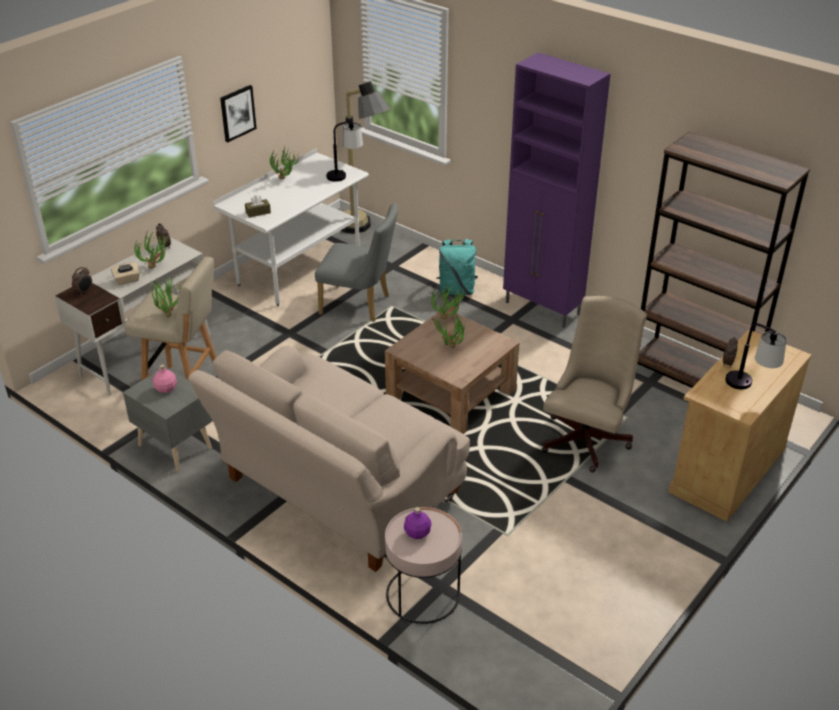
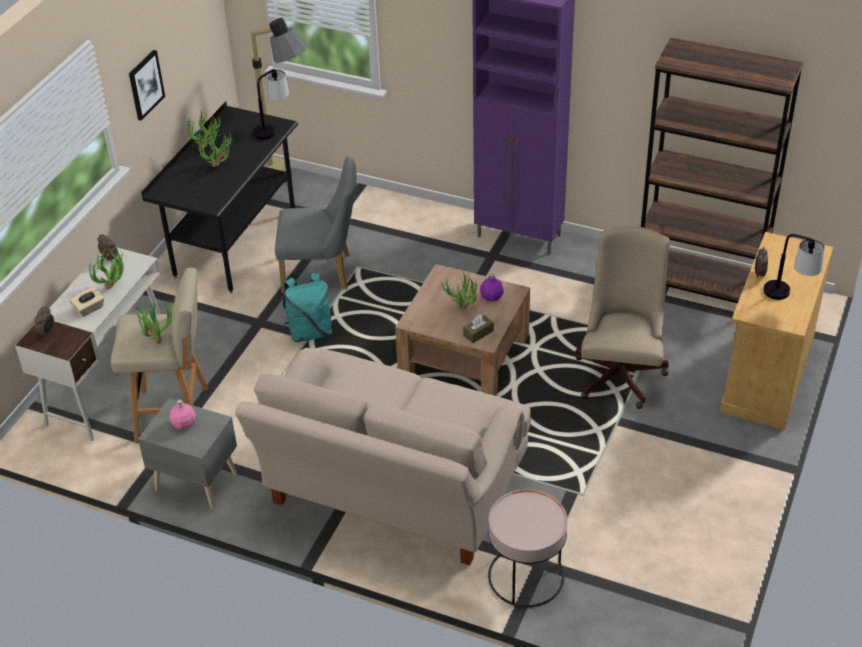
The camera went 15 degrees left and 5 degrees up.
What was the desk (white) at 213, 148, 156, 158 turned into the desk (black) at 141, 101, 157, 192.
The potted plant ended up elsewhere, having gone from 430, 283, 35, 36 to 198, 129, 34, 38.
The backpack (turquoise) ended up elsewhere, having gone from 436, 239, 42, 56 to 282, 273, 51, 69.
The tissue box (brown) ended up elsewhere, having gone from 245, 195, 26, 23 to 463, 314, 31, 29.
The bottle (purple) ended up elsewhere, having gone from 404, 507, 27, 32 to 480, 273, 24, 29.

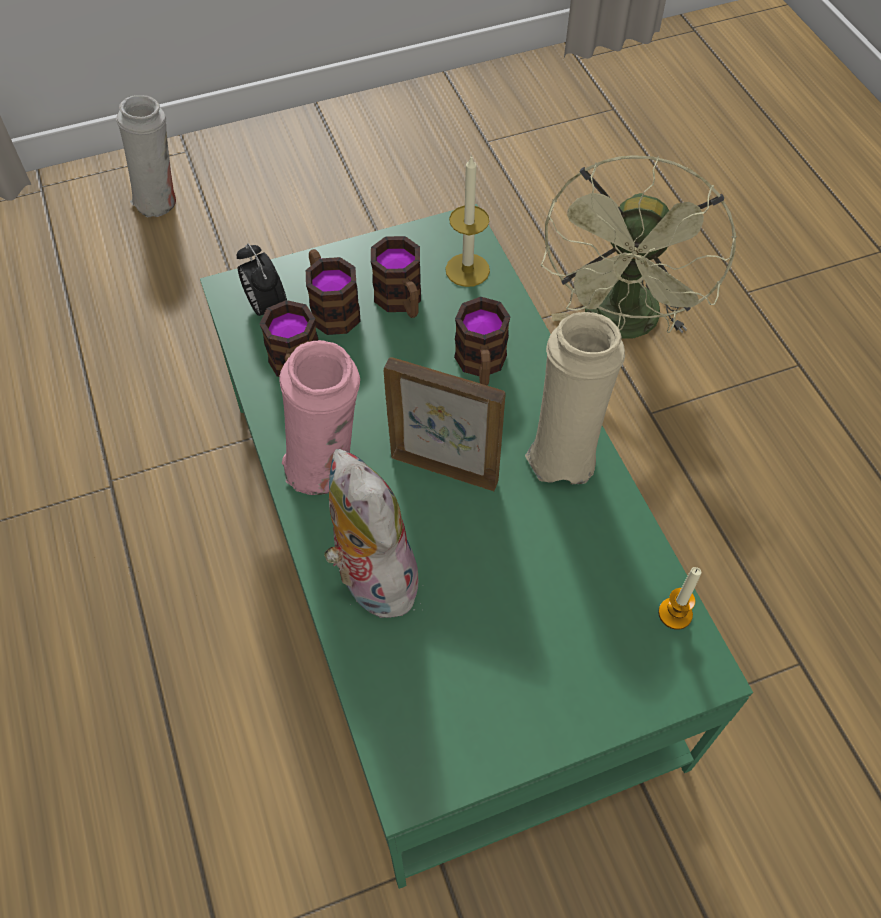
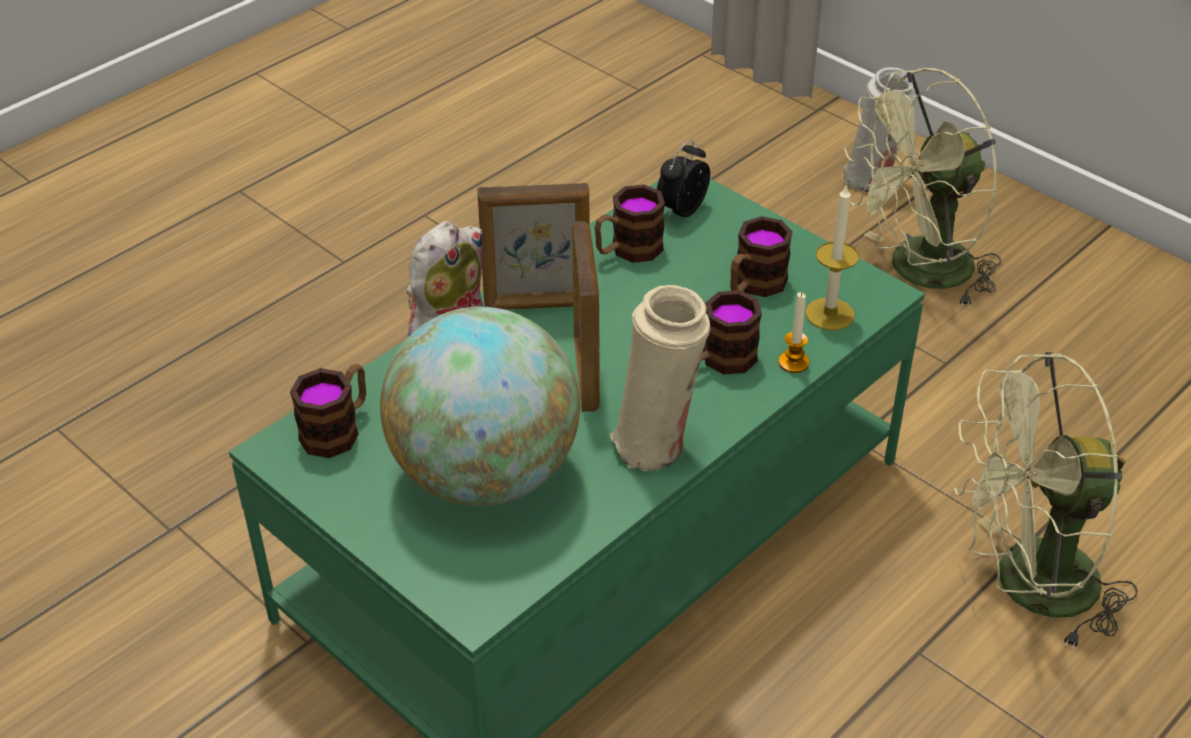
The camera went 65 degrees right and 15 degrees down.
The mug ended up elsewhere, having gone from 306, 249, 55, 86 to 290, 364, 76, 94.
The second view gained the globe at 380, 307, 200, 199.
Where the vase (pink) stood at 279, 340, 81, 155, the picture frame came to stand at 477, 183, 113, 127.
The candle ended up elsewhere, having gone from 658, 567, 43, 63 to 778, 292, 31, 81.
The second view gained the fan (green) at 844, 68, 157, 240.

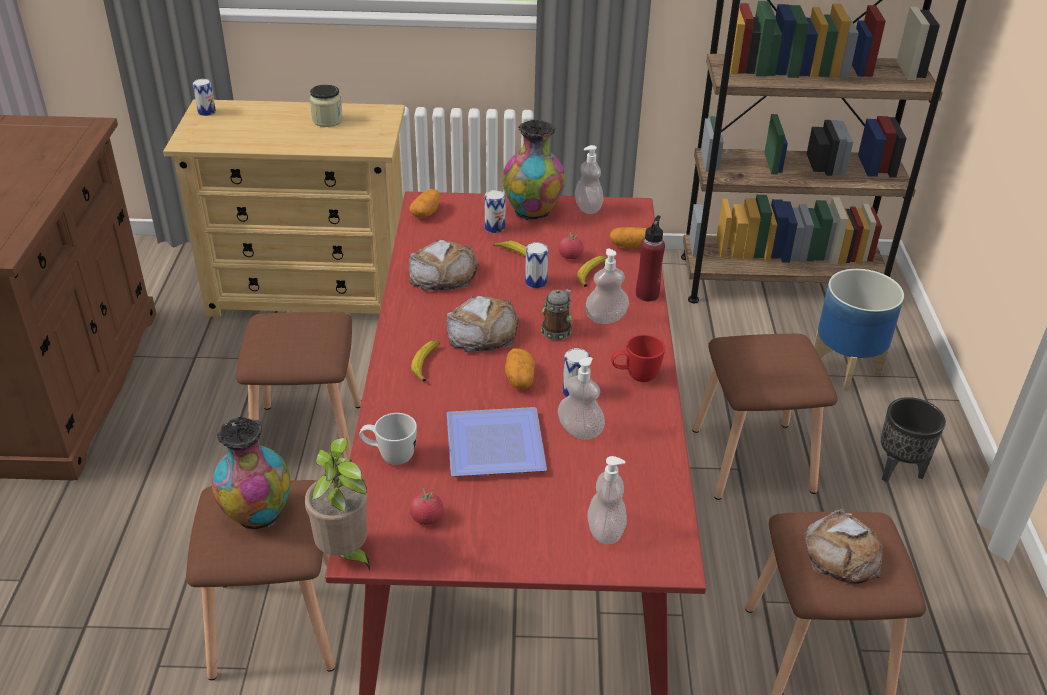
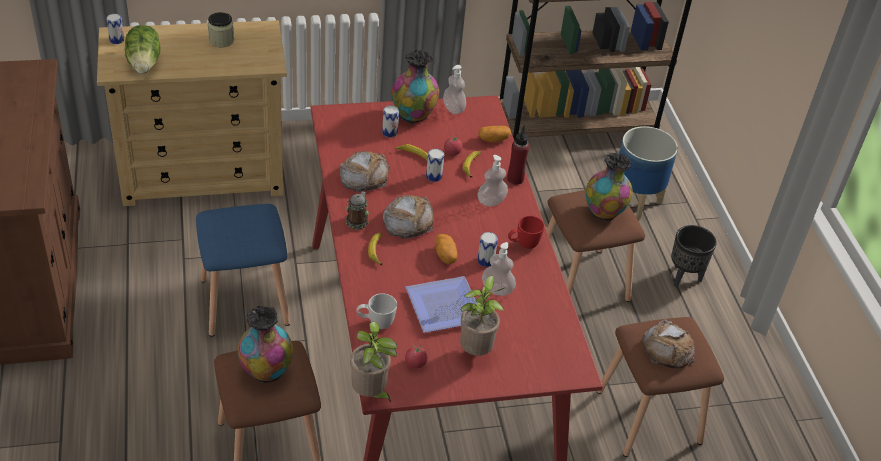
The camera went 15 degrees left and 5 degrees up.
The second view gained the lettuce at 125, 25, 35, 49.
What was the stool (brown) at 236, 312, 125, 147 turned into the stool (blue) at 196, 204, 94, 133.
The mug ended up elsewhere, having gone from 541, 289, 31, 51 to 346, 191, 23, 39.
The second view gained the potted plant at 460, 275, 44, 81.
The second view gained the vase at 586, 153, 47, 68.
The second view lost the potato at 409, 189, 31, 29.
The second view lost the soap dispenser at 587, 456, 40, 88.

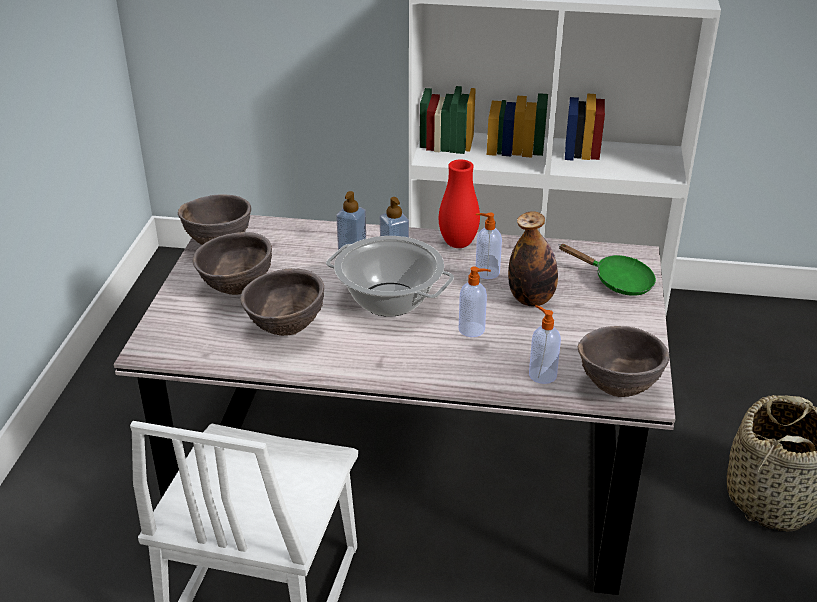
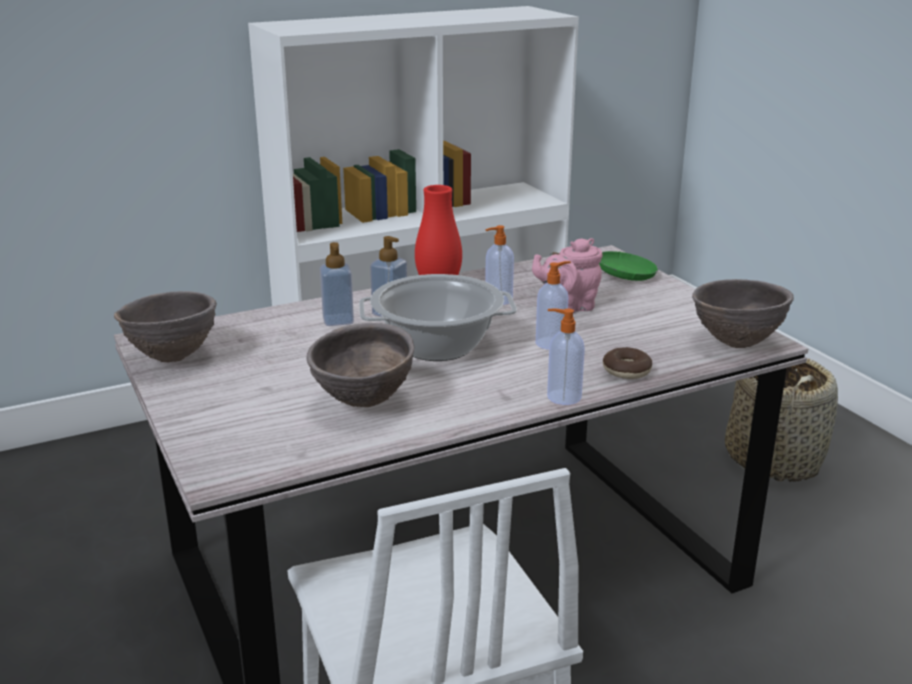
The camera went 35 degrees left and 10 degrees down.
Where the bottle stood at 508, 211, 50, 95, the teapot (pink) came to stand at 532, 238, 71, 75.
The soap dispenser ended up elsewhere, having gone from 529, 305, 32, 79 to 547, 308, 38, 97.
The second view gained the donut at 603, 347, 49, 32.
The second view lost the bowl (brown) at 193, 232, 79, 63.

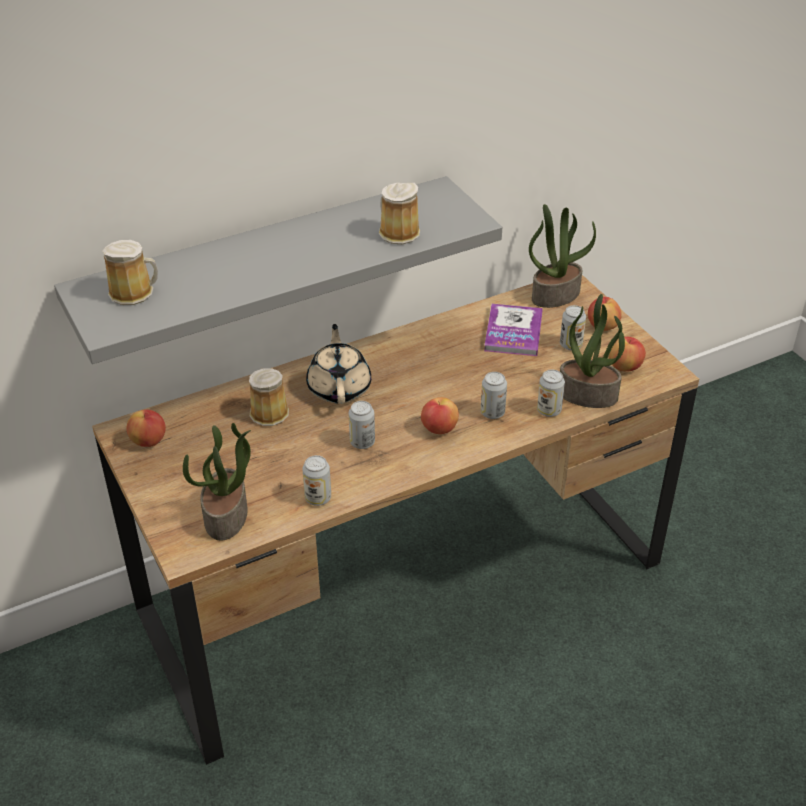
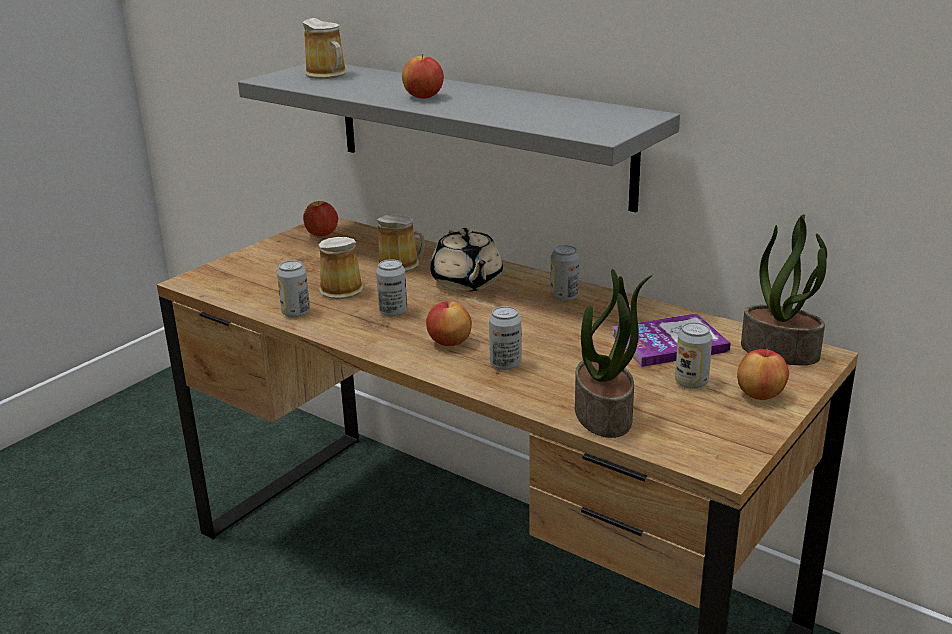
The camera went 65 degrees right and 15 degrees down.
The mug ended up elsewhere, having gone from 379, 183, 41, 61 to 319, 237, 45, 62.
The apple ended up elsewhere, having gone from 609, 337, 37, 35 to 402, 55, 42, 44.
The teapot (beige) at 306, 324, 65, 80 ended up facing another way, 105 degrees clockwise from before.
The can ended up elsewhere, having gone from 537, 369, 28, 48 to 551, 245, 28, 56.
The second view lost the potted plant at 183, 423, 68, 118.

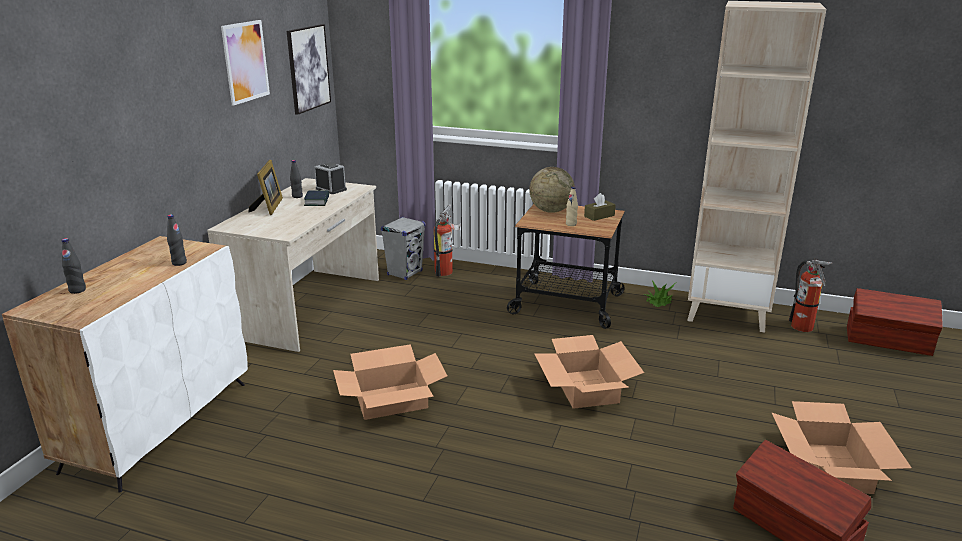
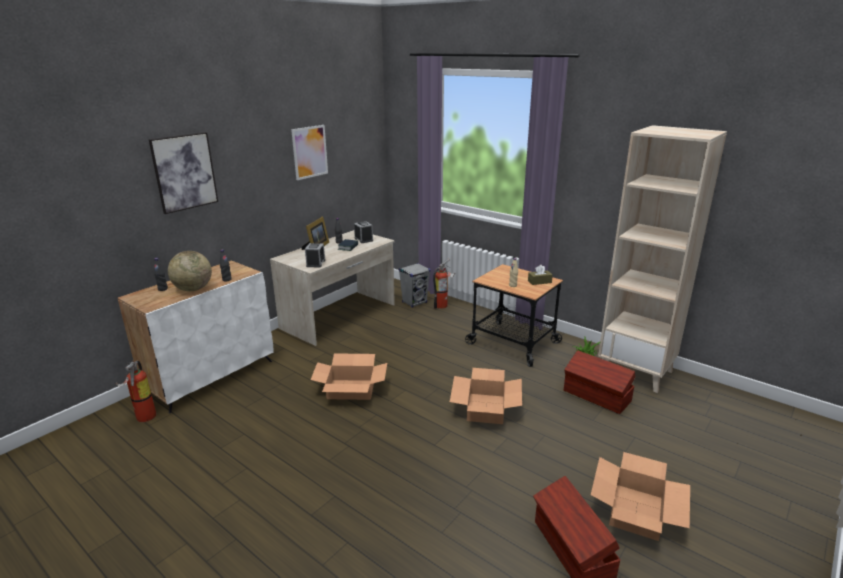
The camera went 20 degrees right and 0 degrees up.
The fire extinguisher ended up elsewhere, having gone from 789, 260, 43, 72 to 116, 361, 40, 61.
The picture ended up elsewhere, having gone from 287, 24, 44, 91 to 149, 132, 69, 82.
The globe ended up elsewhere, having gone from 529, 167, 46, 46 to 168, 251, 44, 40.
The second view gained the alarm clock at 305, 243, 20, 24.
The storage box (brown) ended up elsewhere, having gone from 847, 288, 96, 68 to 564, 350, 71, 64.

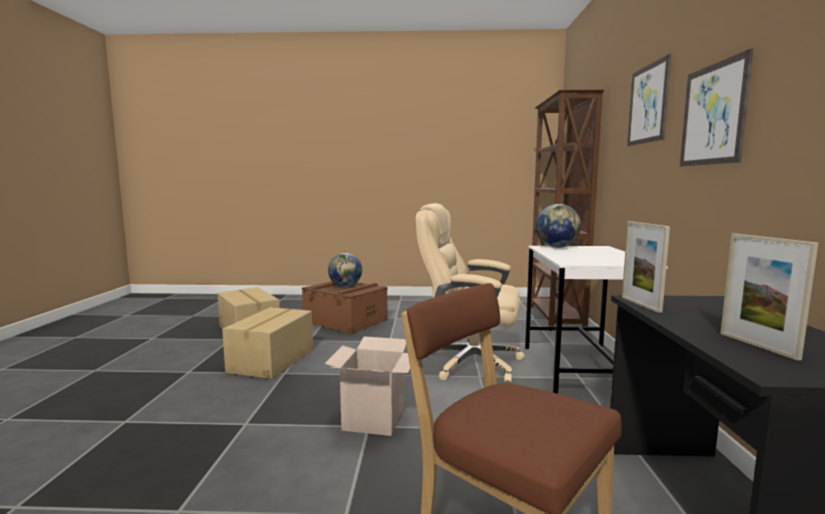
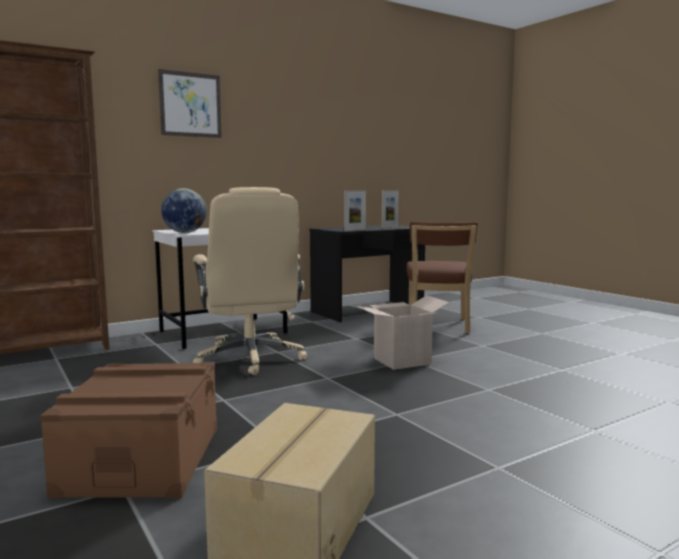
The camera went 125 degrees left and 0 degrees up.
The second view lost the cardboard box at 222, 307, 91, 72.
The second view lost the globe at 328, 253, 34, 34.
The second view lost the picture at 680, 49, 73, 117.

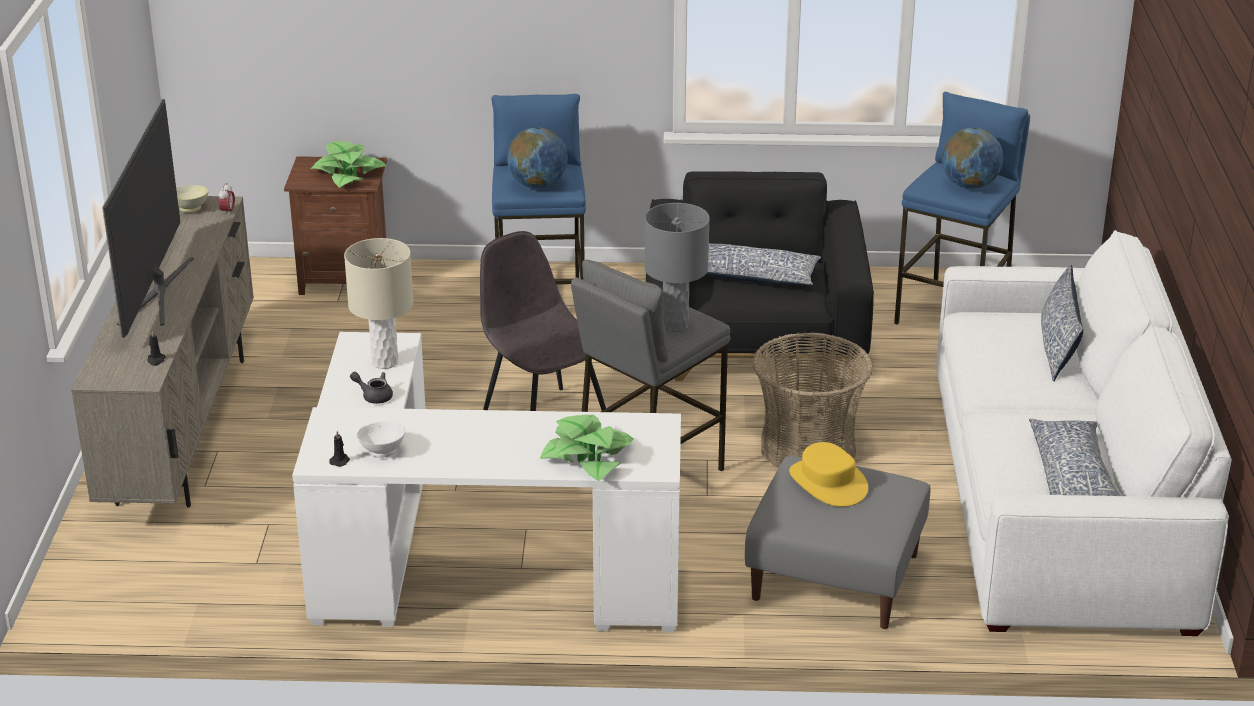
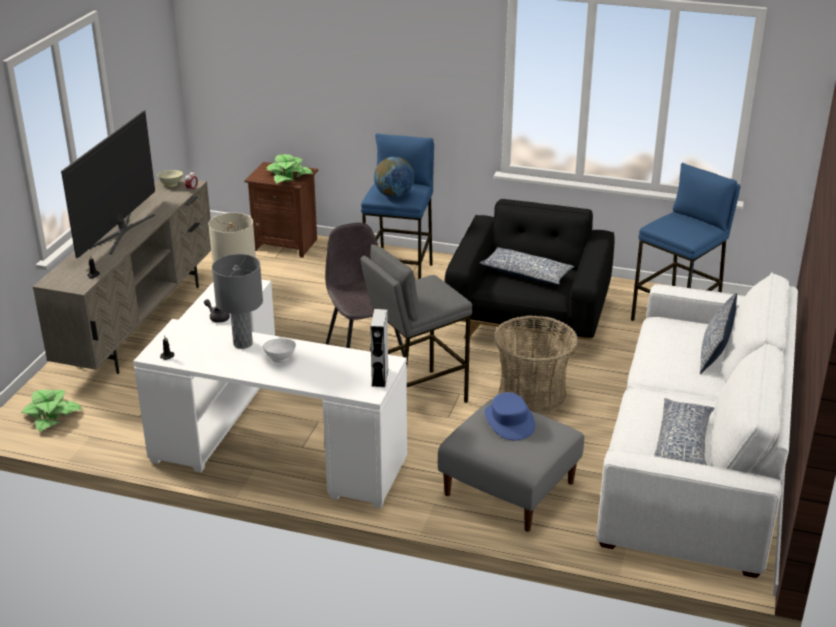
The camera went 15 degrees right and 0 degrees up.
The potted plant ended up elsewhere, having gone from 540, 415, 94, 66 to 21, 390, 61, 42.
The table lamp (grey) ended up elsewhere, having gone from 644, 203, 66, 130 to 212, 254, 51, 95.
The bowl (white) ended up elsewhere, having gone from 357, 421, 48, 37 to 263, 338, 33, 25.
The second view gained the speaker (grey) at 370, 309, 19, 78.
What was the hat (yellow) at 789, 442, 79, 65 turned into the hat (blue) at 485, 392, 50, 48.
The second view lost the globe at 942, 128, 61, 61.

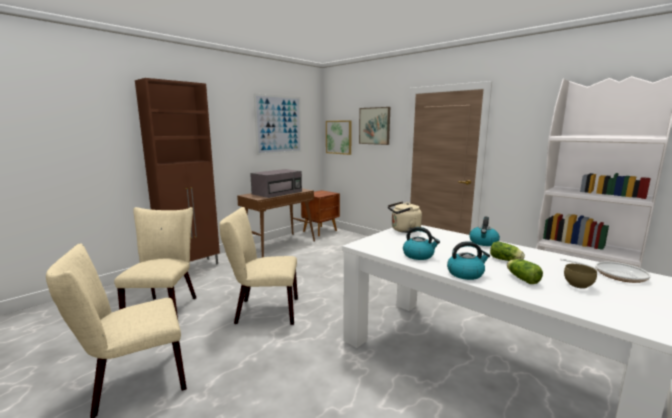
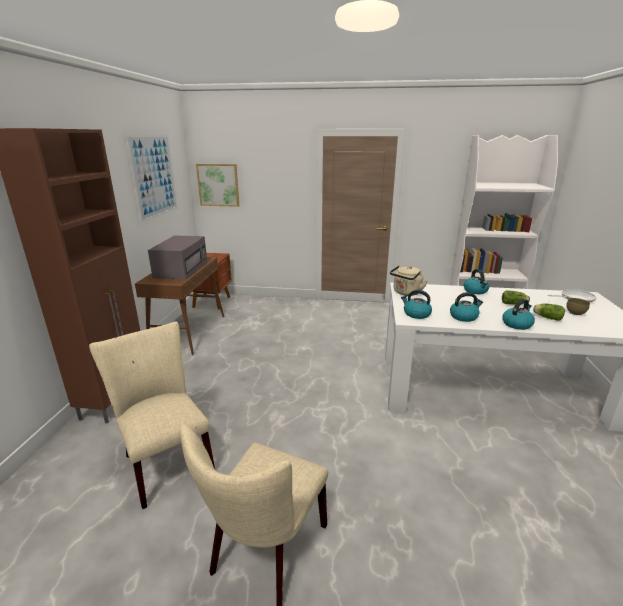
The camera went 35 degrees left and 10 degrees up.
The second view gained the kettle at 401, 290, 31, 29.
The second view lost the chair (beige) at 219, 207, 79, 118.
The second view lost the picture at 359, 107, 31, 38.

